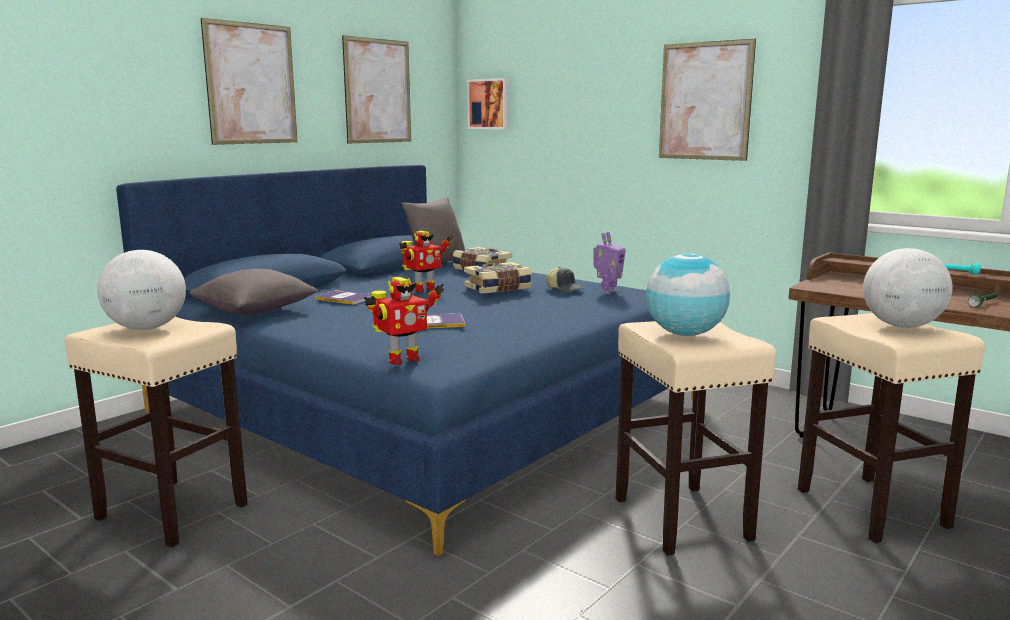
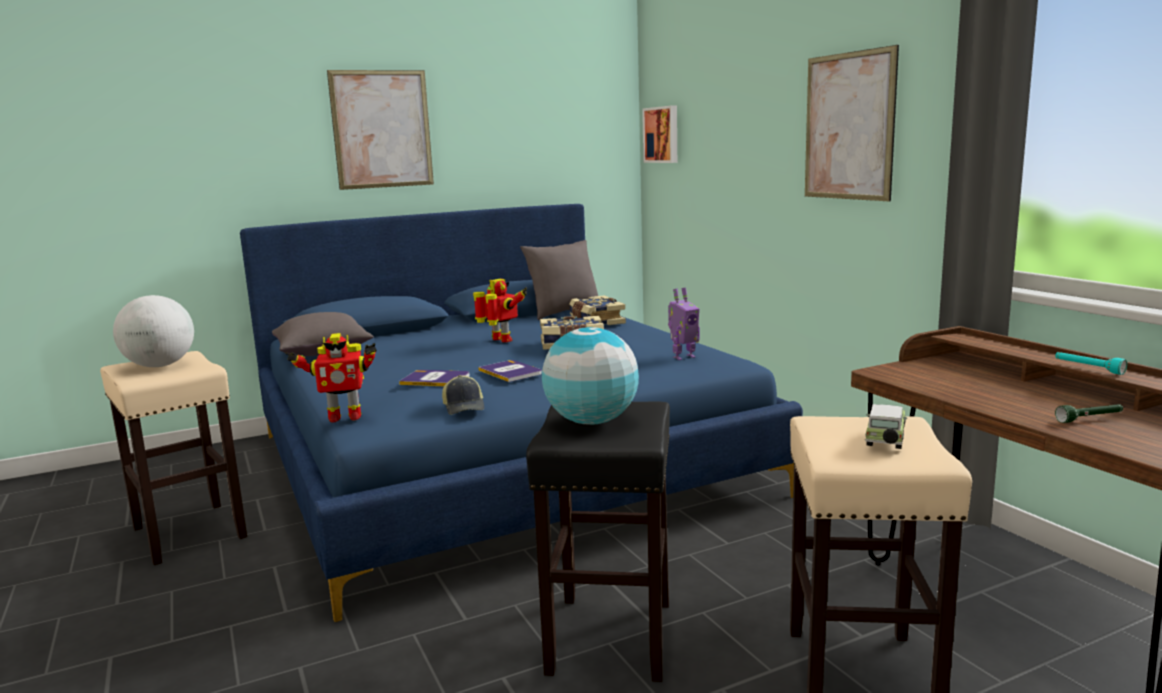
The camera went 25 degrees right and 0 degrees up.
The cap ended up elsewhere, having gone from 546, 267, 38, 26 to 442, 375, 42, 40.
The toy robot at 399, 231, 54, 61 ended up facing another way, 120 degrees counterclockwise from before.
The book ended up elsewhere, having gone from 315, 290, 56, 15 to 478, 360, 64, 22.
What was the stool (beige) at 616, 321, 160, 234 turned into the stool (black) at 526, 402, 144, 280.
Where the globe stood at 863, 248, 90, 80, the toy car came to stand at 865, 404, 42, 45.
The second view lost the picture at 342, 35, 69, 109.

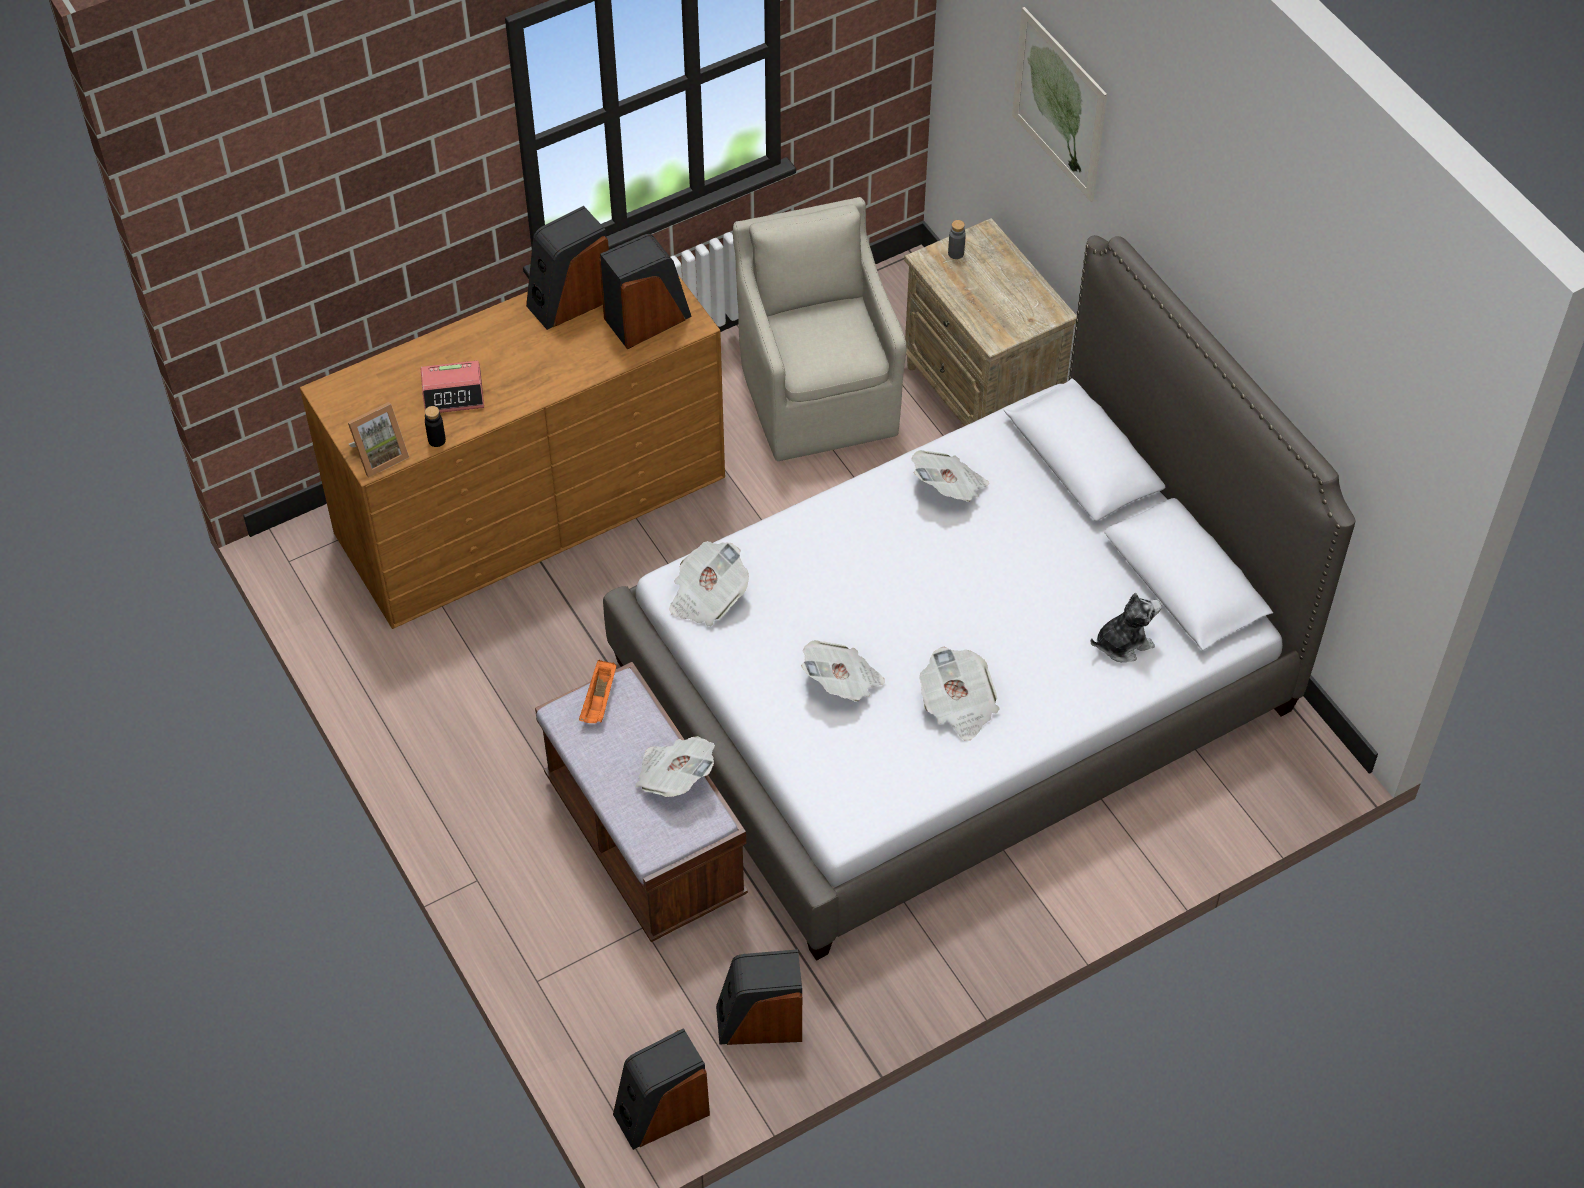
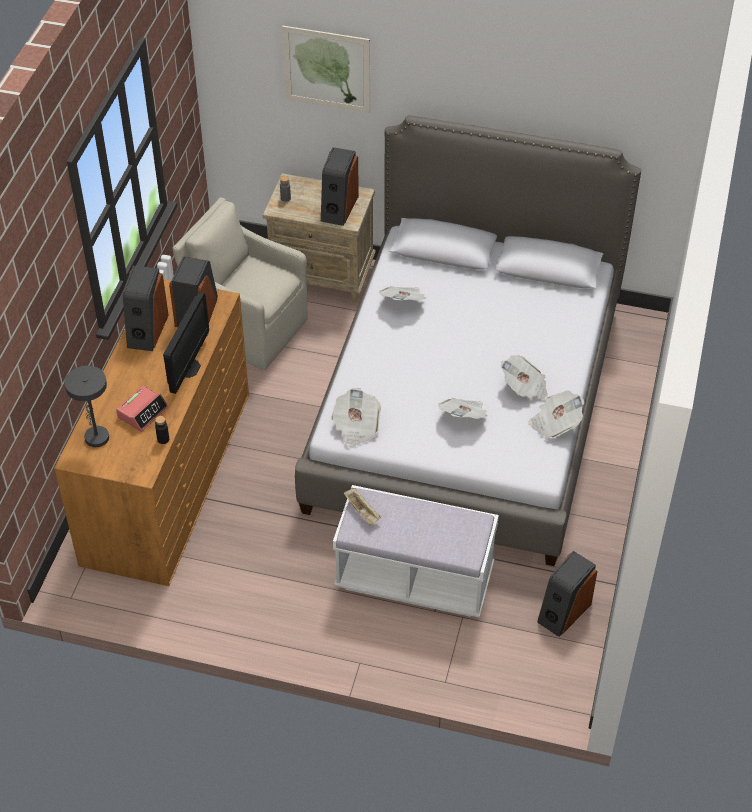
The camera went 45 degrees left and 5 degrees down.
The second view gained the table lamp (grey) at 64, 366, 45, 81.
The second view gained the monitor at 163, 292, 46, 102.
The speaker ended up elsewhere, having gone from 613, 1028, 97, 122 to 321, 147, 38, 79.
What was the bench (brown) at 535, 662, 213, 280 turned into the bench (white) at 333, 485, 166, 133.
What was the tray (orange) at 579, 660, 37, 63 turned into the tray (beige) at 344, 488, 37, 37.
The newspaper ended up elsewhere, having gone from 635, 736, 80, 61 to 529, 390, 56, 50.
The second view lost the picture frame at 348, 402, 61, 76.
The second view lost the plush toy at 1091, 593, 71, 69.

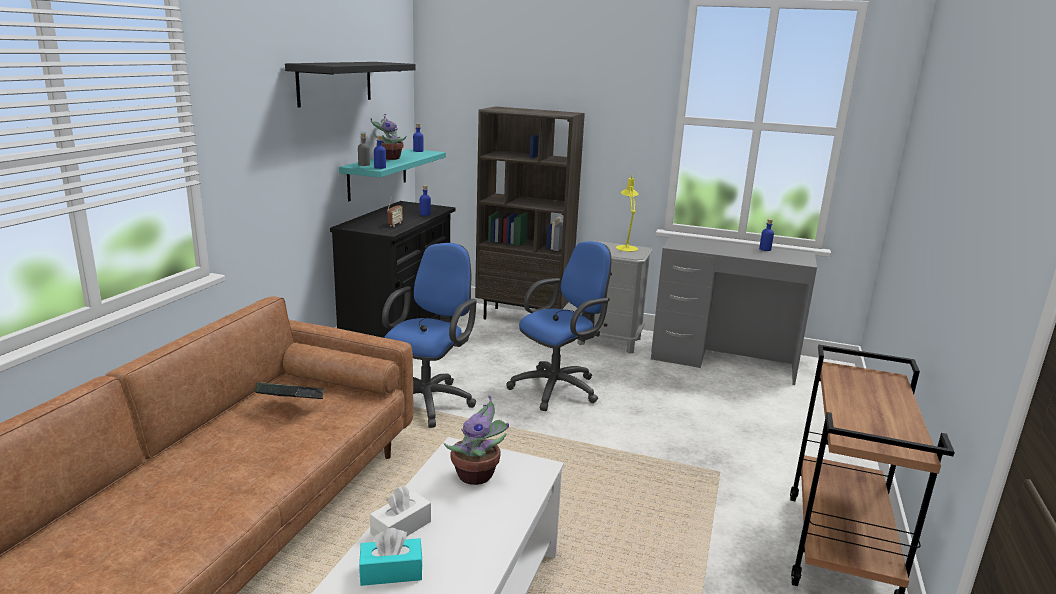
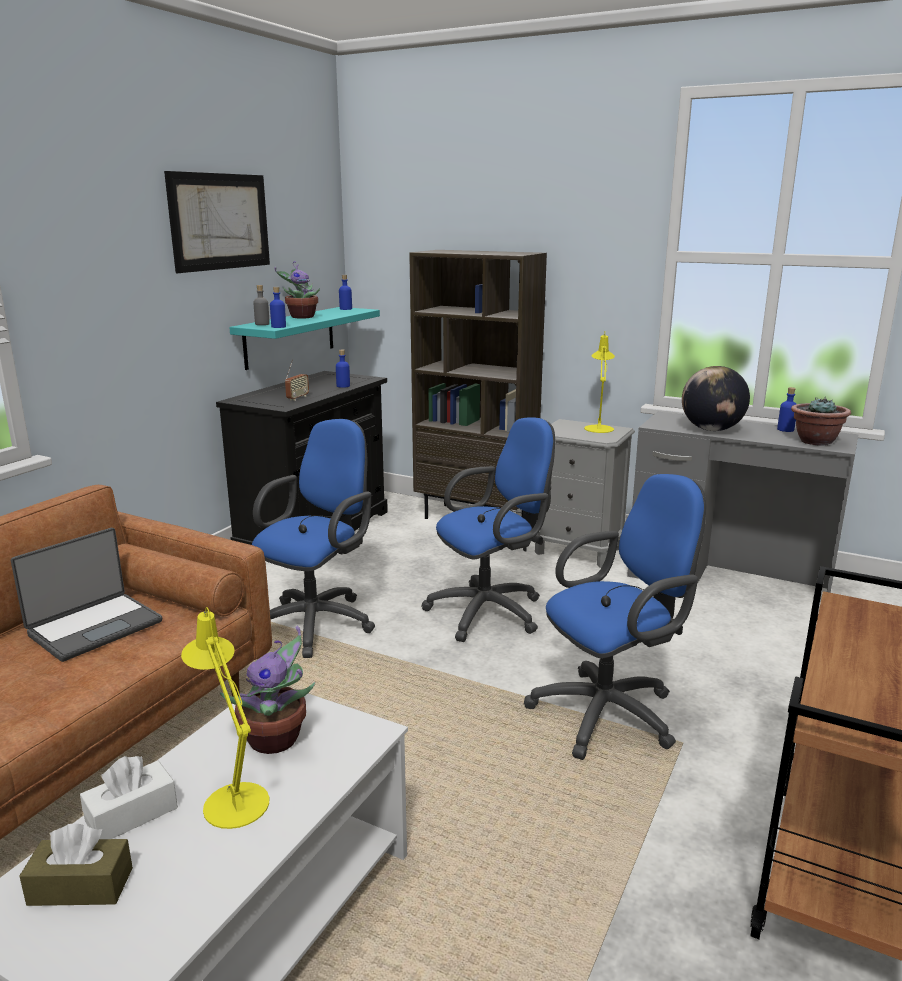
The camera went 10 degrees right and 0 degrees up.
Where the book stood at 255, 382, 69, 17, the laptop came to stand at 11, 528, 151, 134.
What was the tissue box (turquoise) at 359, 528, 64, 58 turned into the tissue box (brown) at 19, 823, 114, 83.
Where the shelf (black) hung at 285, 62, 131, 46, the picture came to hang at 164, 171, 106, 102.
The second view gained the table lamp (yellow) at 181, 607, 88, 222.
The second view gained the office chair (blue) at 524, 474, 182, 286.
The second view gained the globe at 682, 366, 68, 65.
The second view gained the potted plant at 791, 397, 60, 48.

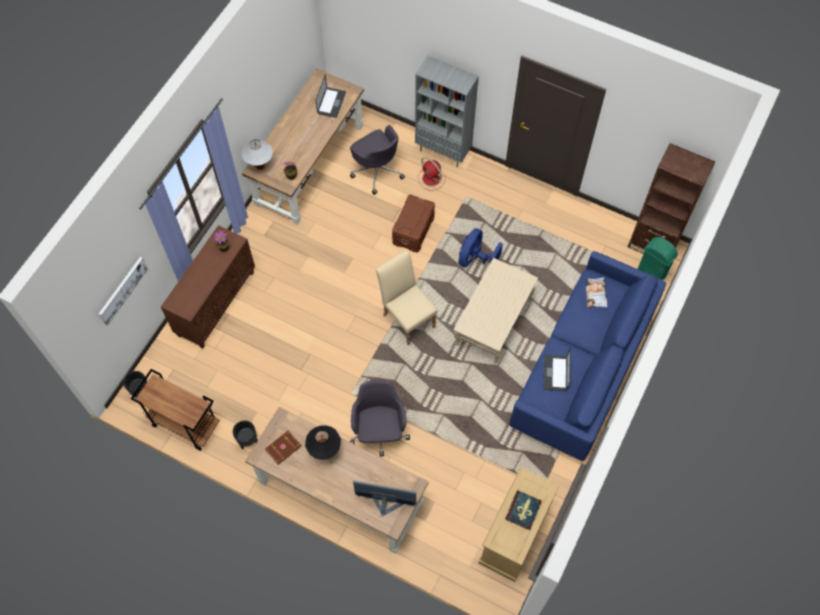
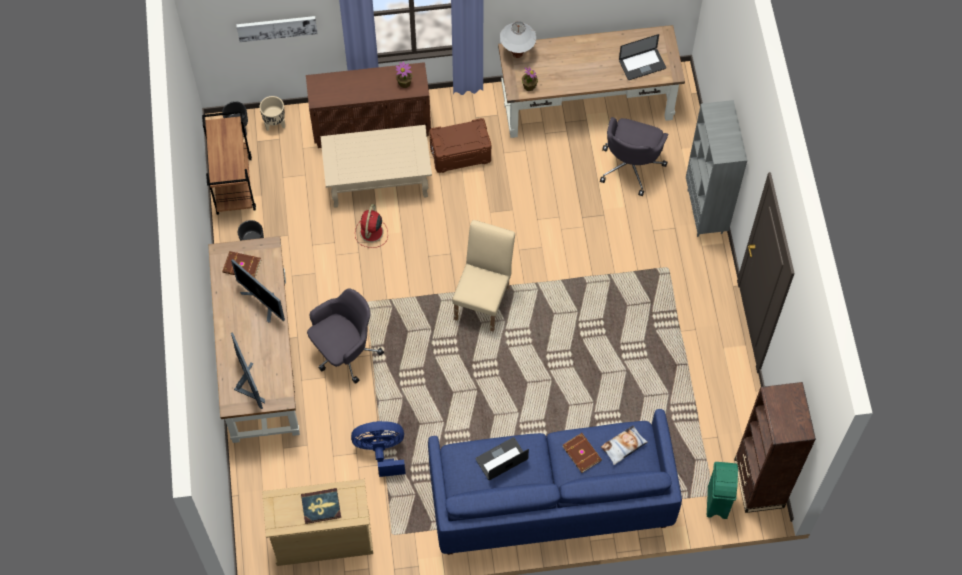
The camera went 55 degrees right and 0 degrees up.
Where the table lamp (black) stood at 305, 425, 36, 35, the monitor came to stand at 231, 259, 54, 64.
The second view gained the planter (beige) at 259, 96, 26, 35.
The coffee table (beige) ended up elsewhere, having gone from 453, 258, 85, 106 to 320, 125, 112, 83.
The fan (blue) ended up elsewhere, having gone from 458, 228, 45, 39 to 351, 421, 55, 56.
The fan (red) ended up elsewhere, having gone from 418, 157, 28, 34 to 355, 204, 33, 44.
The storage box (brown) ended up elsewhere, having gone from 392, 195, 43, 57 to 429, 118, 62, 55.
The second view gained the book (brown) at 562, 433, 40, 40.

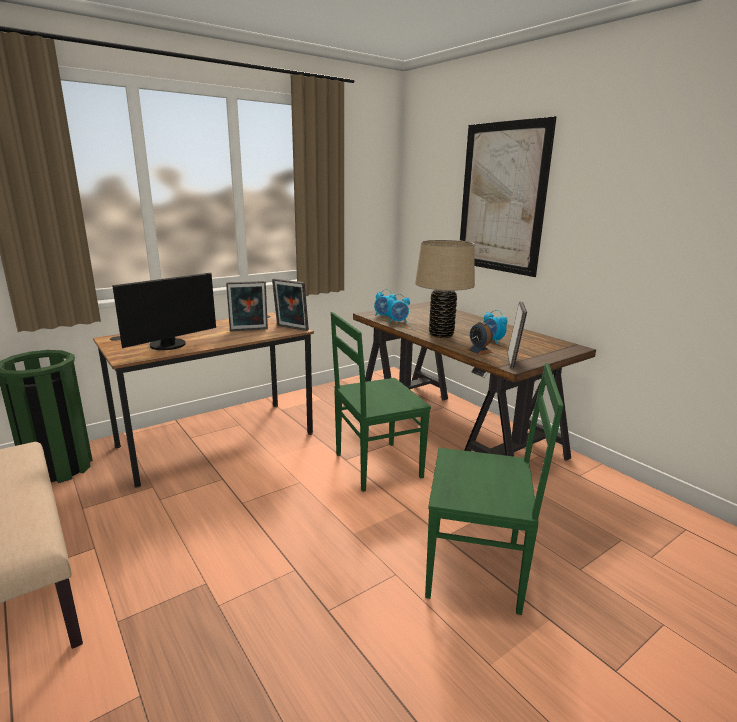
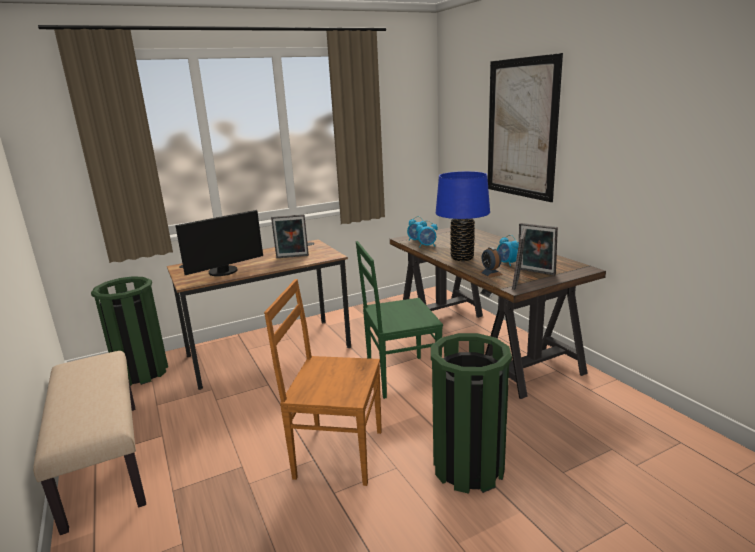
The camera went 10 degrees right and 0 degrees up.
The second view gained the chair (brown) at 264, 279, 118, 207.
Where the chair (green) stood at 425, 363, 139, 252, the trash can (green) came to stand at 431, 333, 81, 161.
What was the table lamp (beige) at 415, 240, 60, 98 turned into the table lamp (blue) at 436, 171, 54, 90.
The picture frame ended up elsewhere, having gone from 272, 279, 37, 52 to 519, 223, 39, 52.

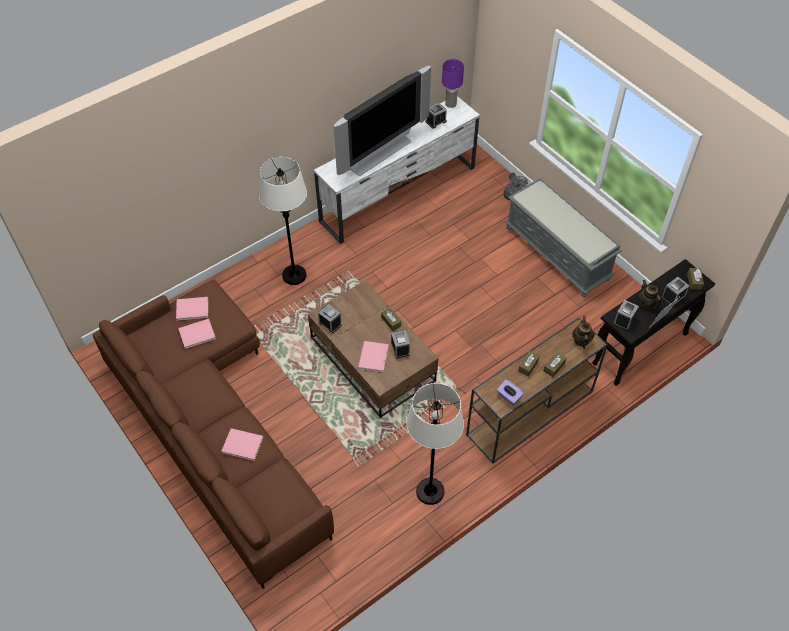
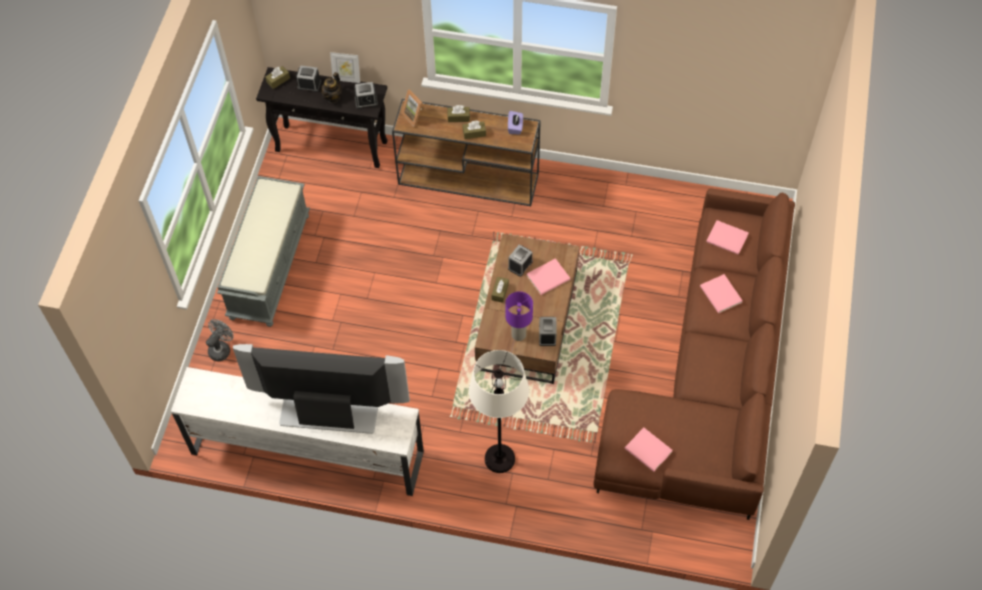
The camera went 130 degrees left and 5 degrees up.
Where the teapot stood at 572, 316, 23, 33, the picture frame came to stand at 402, 89, 20, 38.
The table lamp (purple) ended up elsewhere, having gone from 442, 59, 22, 49 to 505, 291, 28, 50.
The book (pink) ended up elsewhere, having gone from 178, 319, 38, 30 to 706, 220, 43, 35.
The second view lost the floor lamp (white) at 406, 383, 58, 122.
The second view lost the alarm clock at 426, 103, 21, 26.

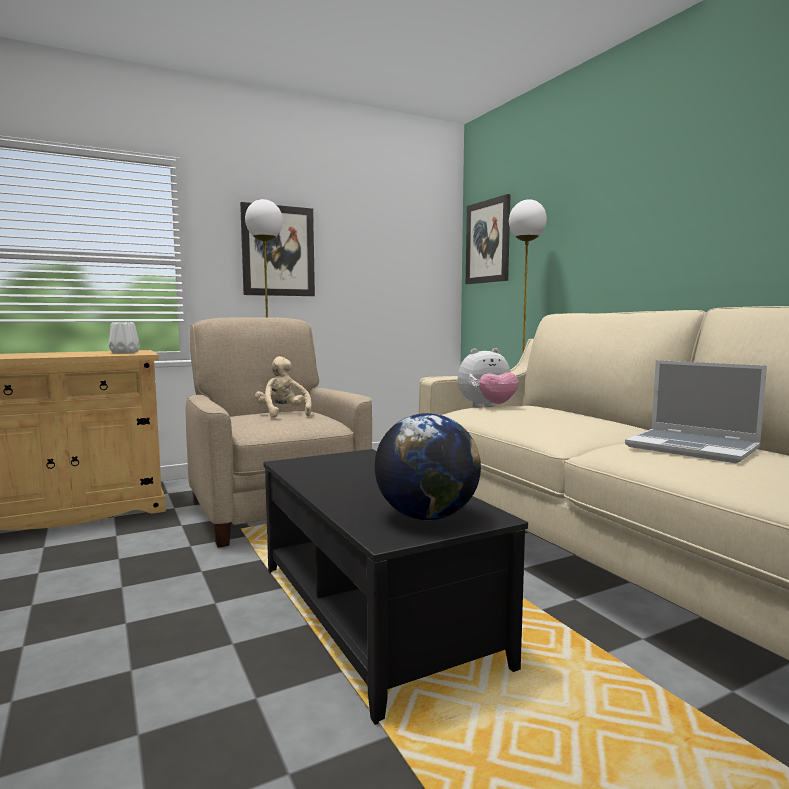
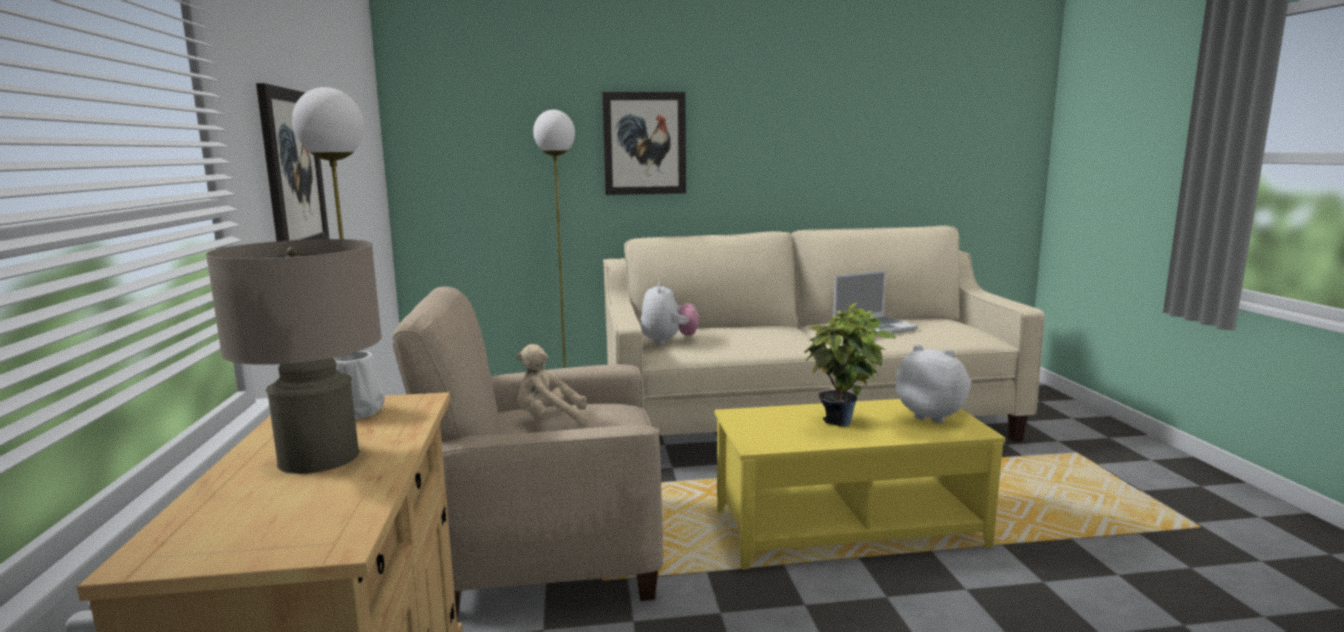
The camera went 70 degrees left and 5 degrees up.
The second view gained the table lamp (beige) at 206, 239, 176, 235.
The picture ended up elsewhere, having gone from 466, 194, 45, 90 to 602, 92, 84, 103.
What was the coffee table (black) at 263, 449, 265, 276 turned into the coffee table (yellow) at 715, 399, 291, 171.
The second view gained the potted plant at 805, 302, 92, 124.
Where the globe stood at 374, 413, 107, 107, the plush toy came to stand at 896, 345, 76, 78.

